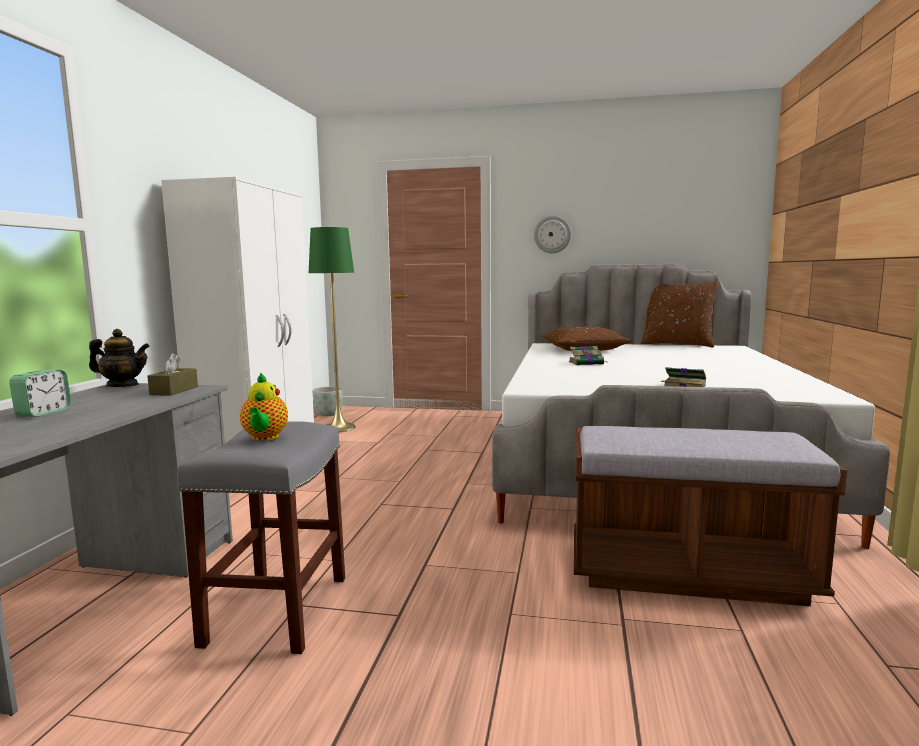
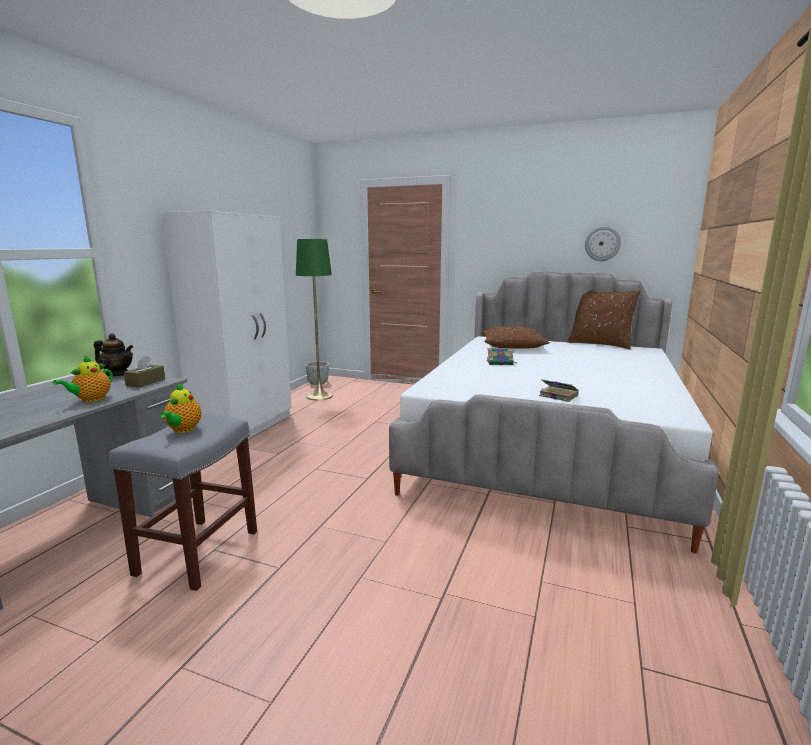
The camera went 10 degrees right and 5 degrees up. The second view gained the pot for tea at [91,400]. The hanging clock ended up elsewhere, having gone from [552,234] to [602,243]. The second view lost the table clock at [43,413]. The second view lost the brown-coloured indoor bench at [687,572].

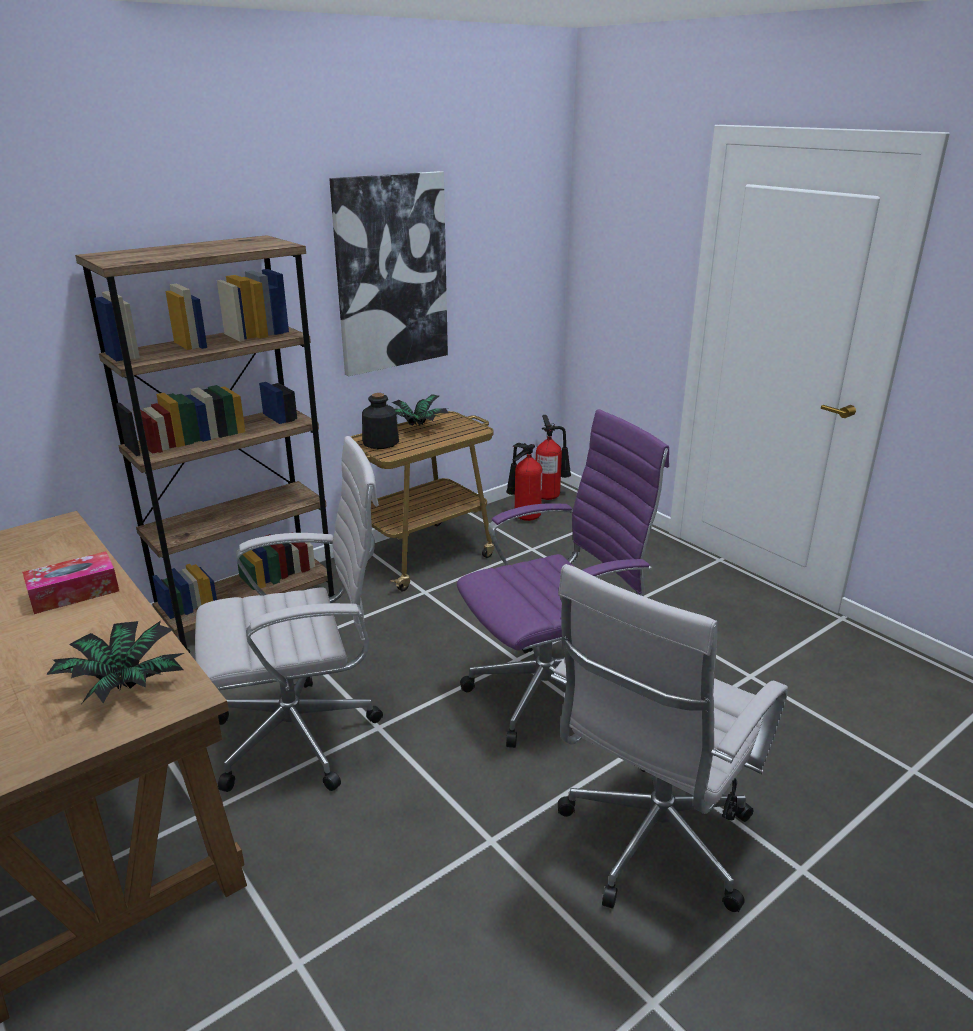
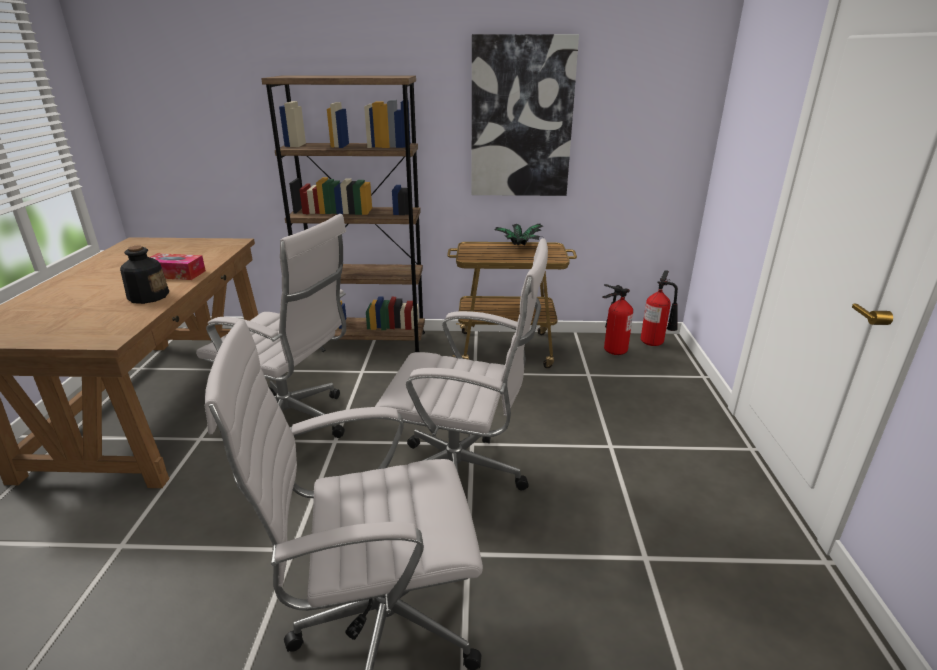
The camera went 40 degrees right and 0 degrees up. The beverage bottle ended up elsewhere, having gone from [380,442] to [148,296]. What was the purple computer chair at [552,694] turned into the whitish computer chair at [462,479]. The second view lost the potted plant at [122,685].

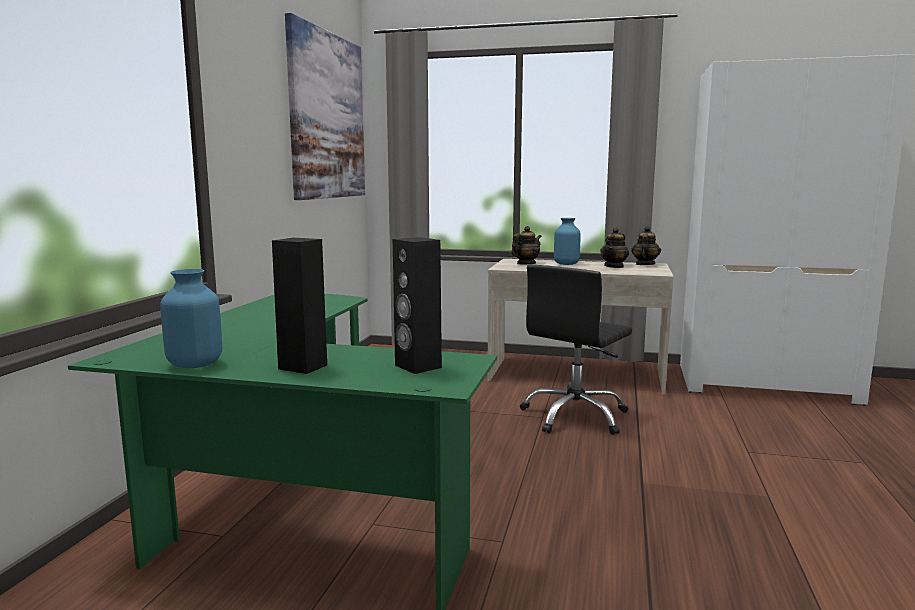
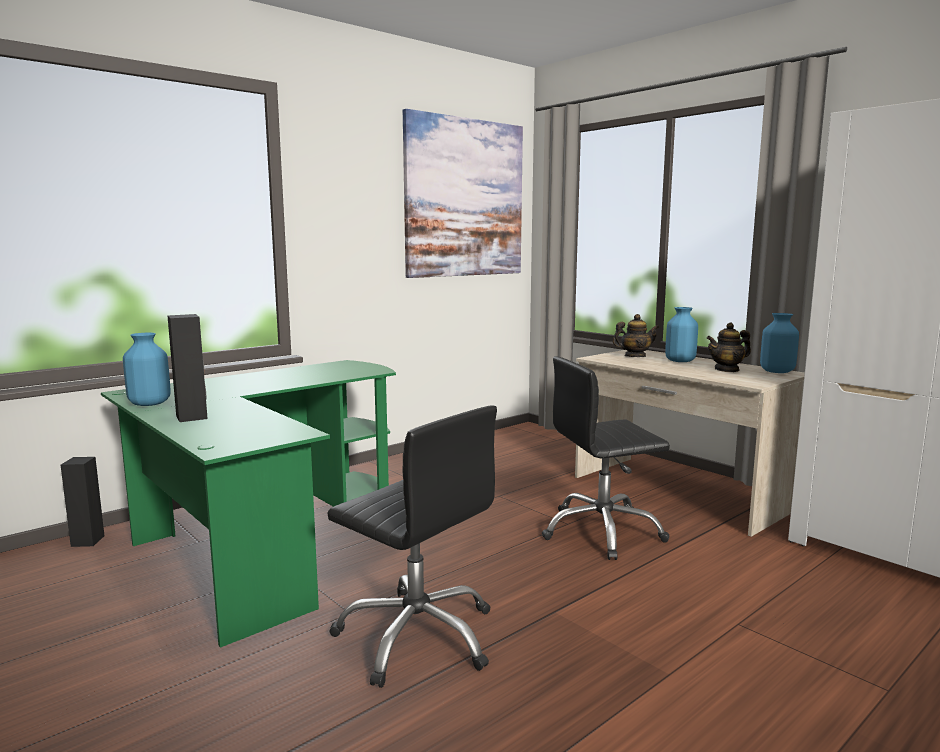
The camera went 35 degrees right and 0 degrees up. The black-coloured speaker ended up elsewhere, having gone from [417,366] to [87,541]. The second view gained the black-coloured computer chair at [417,636]. Where the pot for tea stood at [644,264], the blue decorative vase came to stand at [776,371].

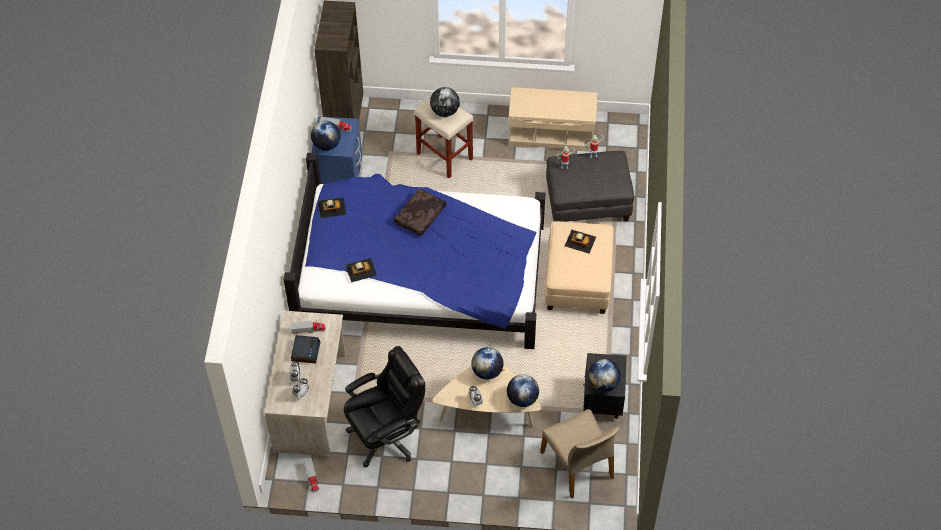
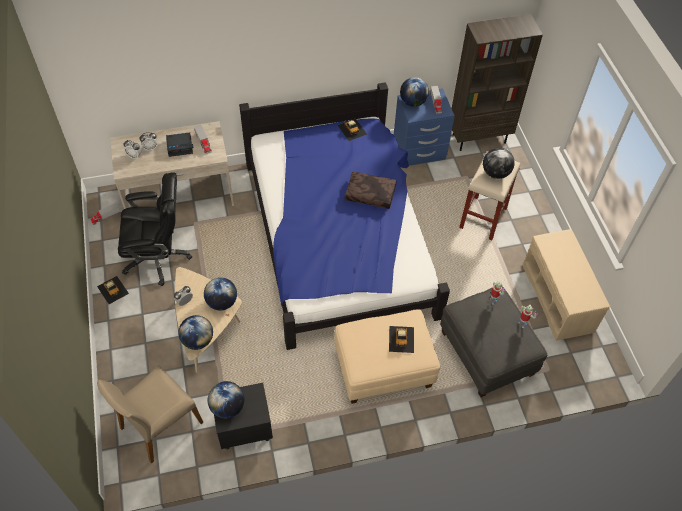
The camera went 70 degrees right and 0 degrees up. The toy car ended up elsewhere, having gone from [360,270] to [113,289]. The black-coloured computer chair at [386,435] ended up facing another way, 45 degrees counterclockwise from before.

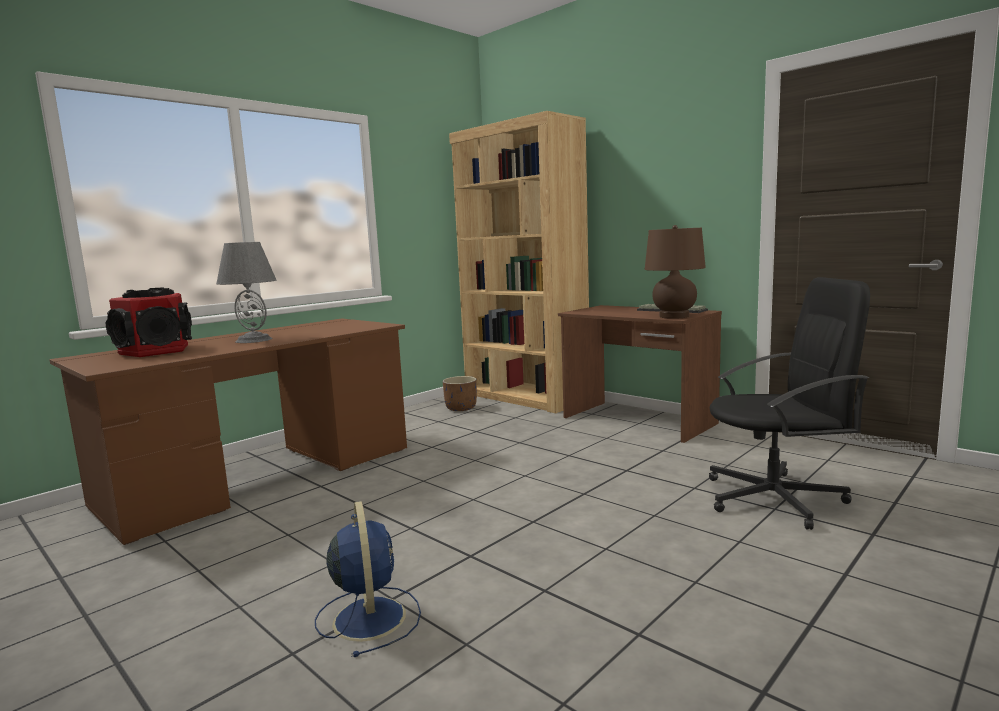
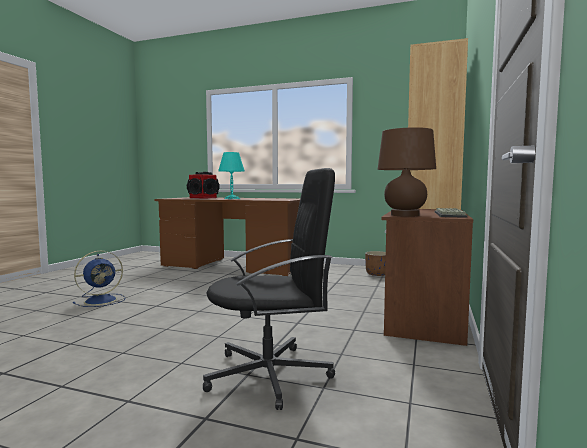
The camera went 65 degrees right and 5 degrees down. The black-coloured computer chair at [775,498] ended up facing another way, 75 degrees counterclockwise from before. What was the grey table lamp at [253,340] turned into the turquoise-coloured table lamp at [231,198].

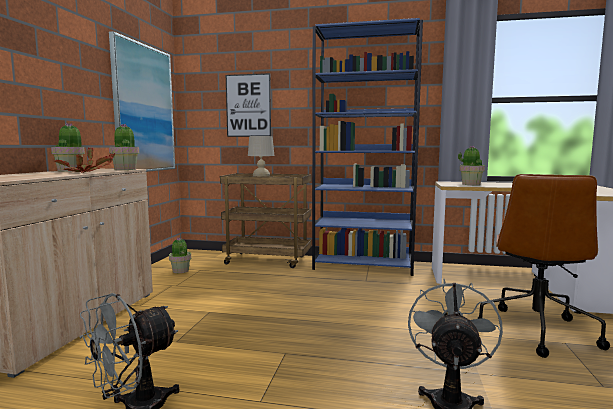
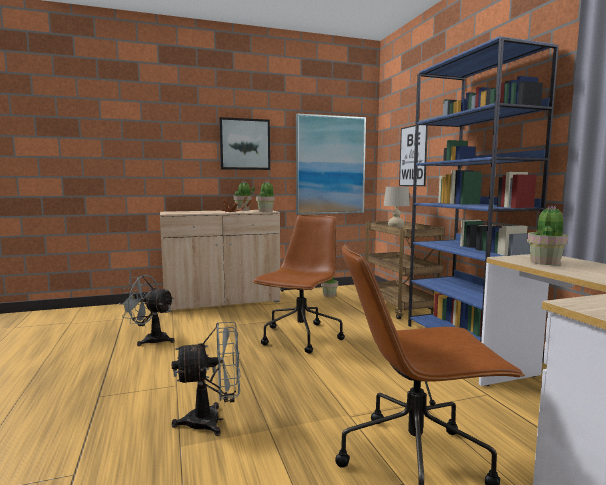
The camera went 60 degrees right and 0 degrees up. The second view gained the picture at [245,144]. The second view gained the brown-coloured computer chair at [300,338].

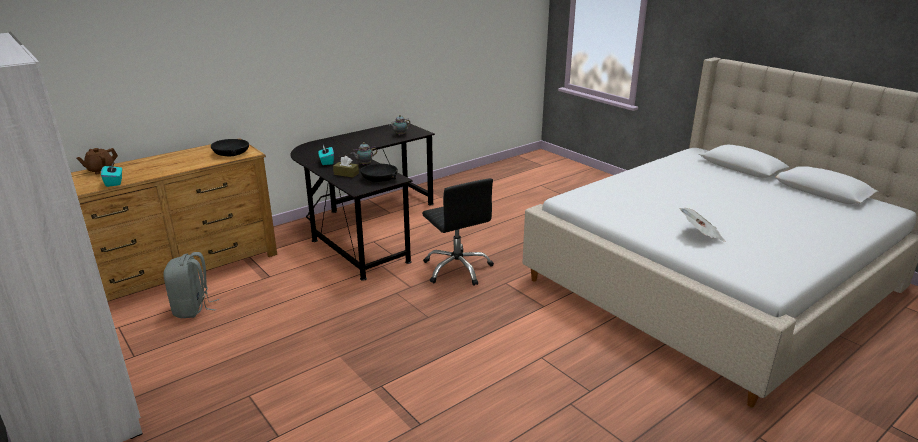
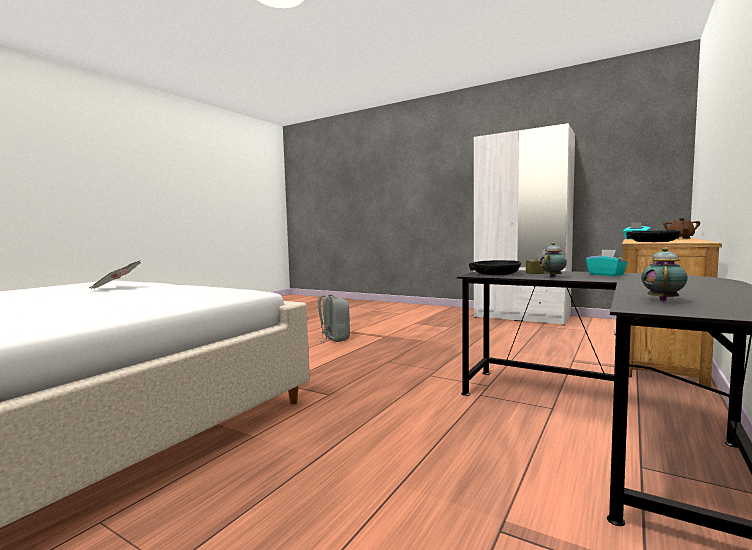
The camera went 160 degrees right and 20 degrees down. The grey knapsack ended up elsewhere, having gone from [193,308] to [334,339]. The second view lost the black-coloured computer chair at [457,269].

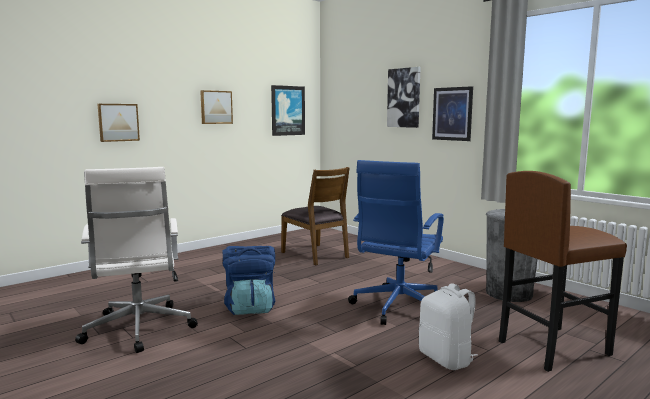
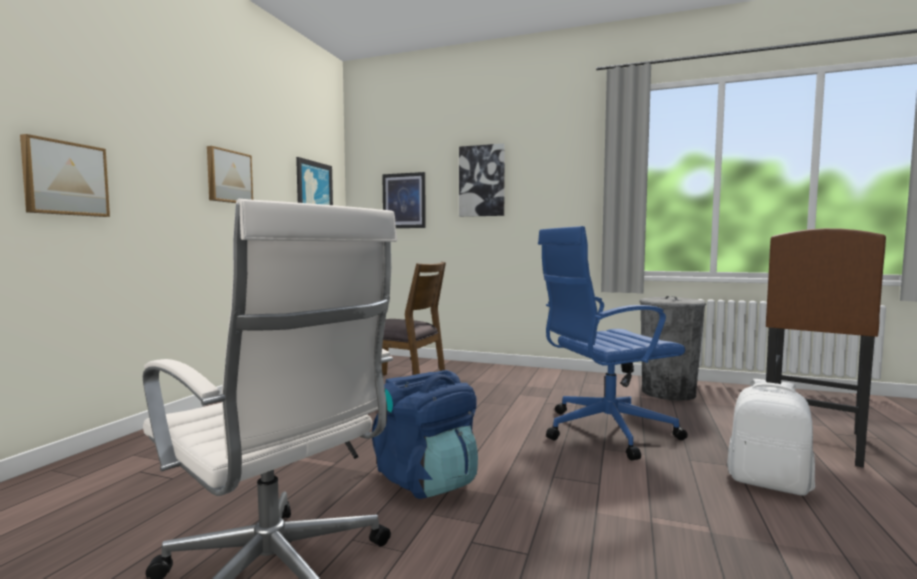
The camera went 30 degrees left and 5 degrees down. The picture ended up elsewhere, having gone from [452,114] to [404,201]. The blue computer chair at [397,307] ended up facing another way, 75 degrees clockwise from before.

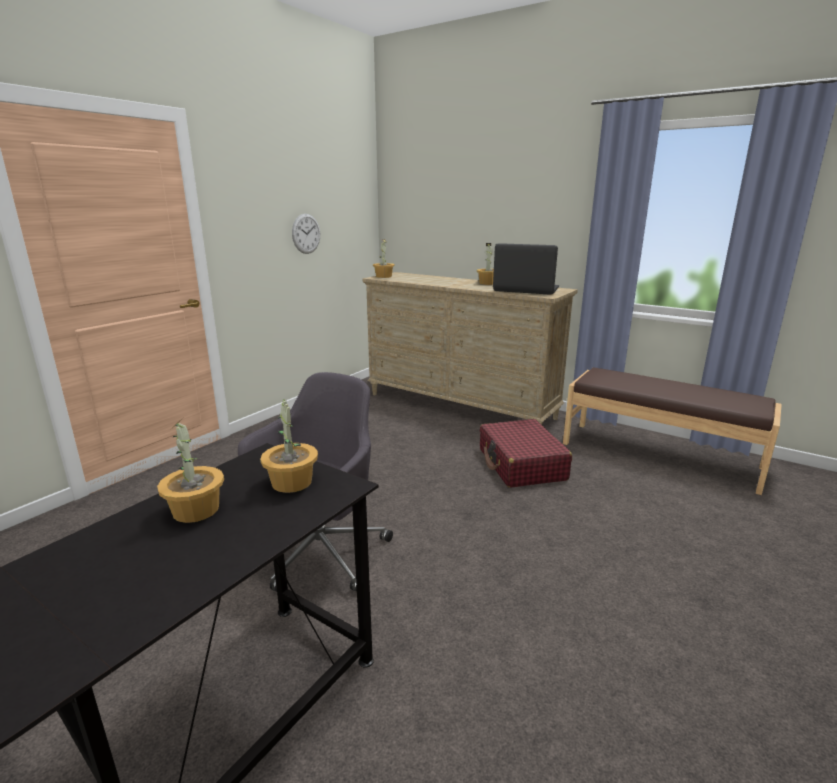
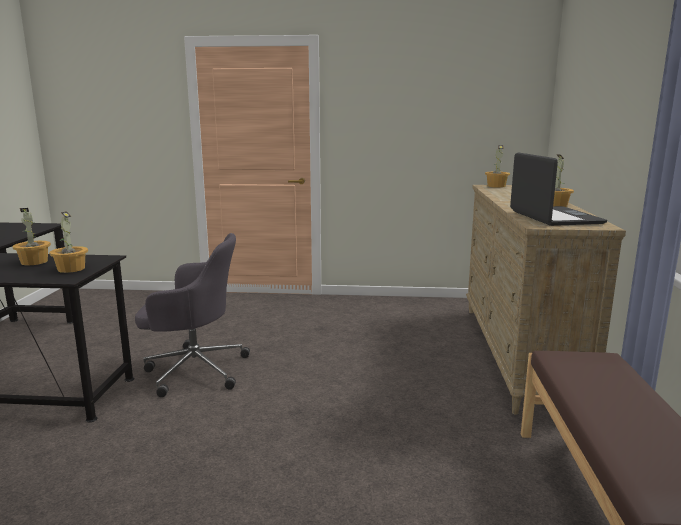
The camera went 60 degrees right and 5 degrees down. The second view lost the hanging clock at [306,233]. The second view lost the reddish travel case at [521,464].

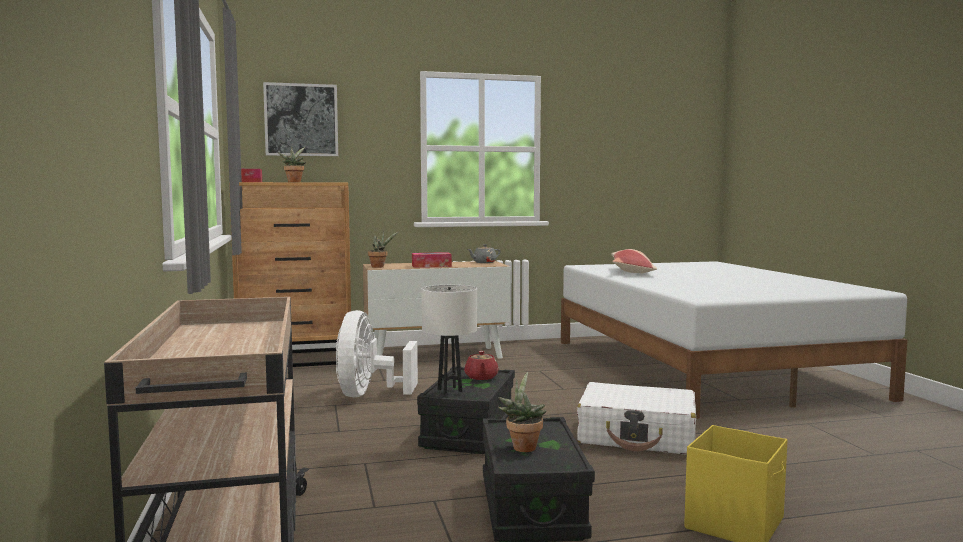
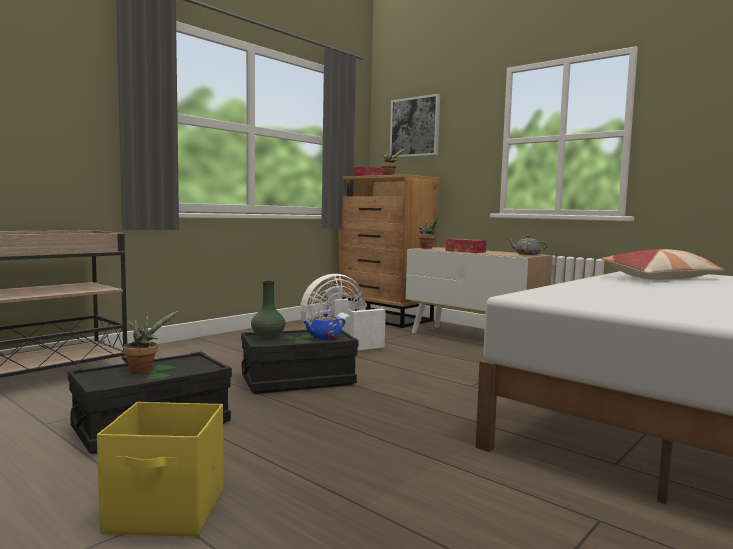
The camera went 55 degrees right and 0 degrees up. Where the whitish table lamp stood at [450,390], the green-coloured decorative vase came to stand at [268,336]. What was the reddish pot for tea at [481,377] turned into the blue pot for tea at [324,337]. The second view lost the whitish travel case at [637,436].

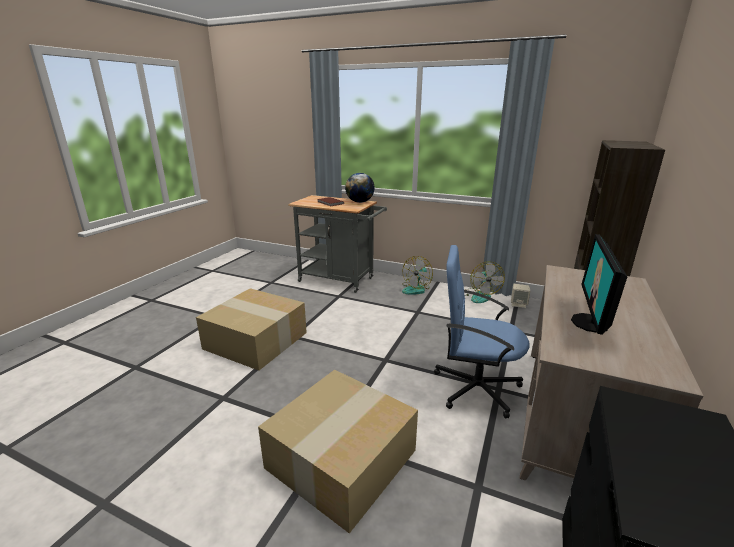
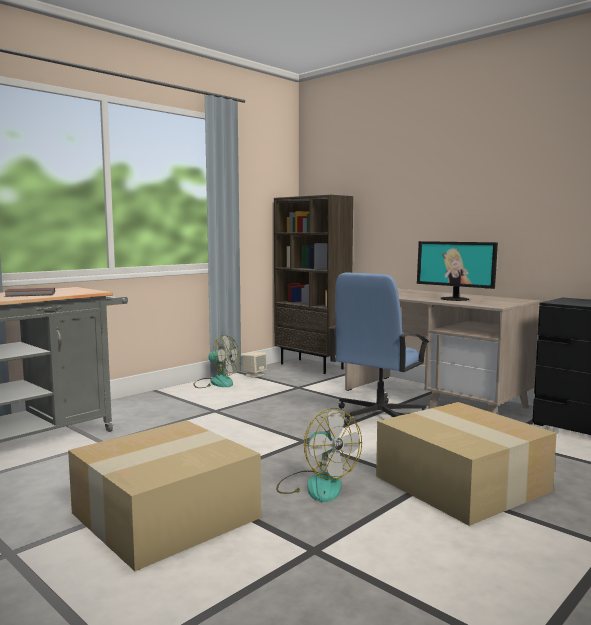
The camera went 70 degrees left and 15 degrees down. The cooling fan ended up elsewhere, having gone from [416,289] to [316,485]. The second view lost the world globe at [360,202].

